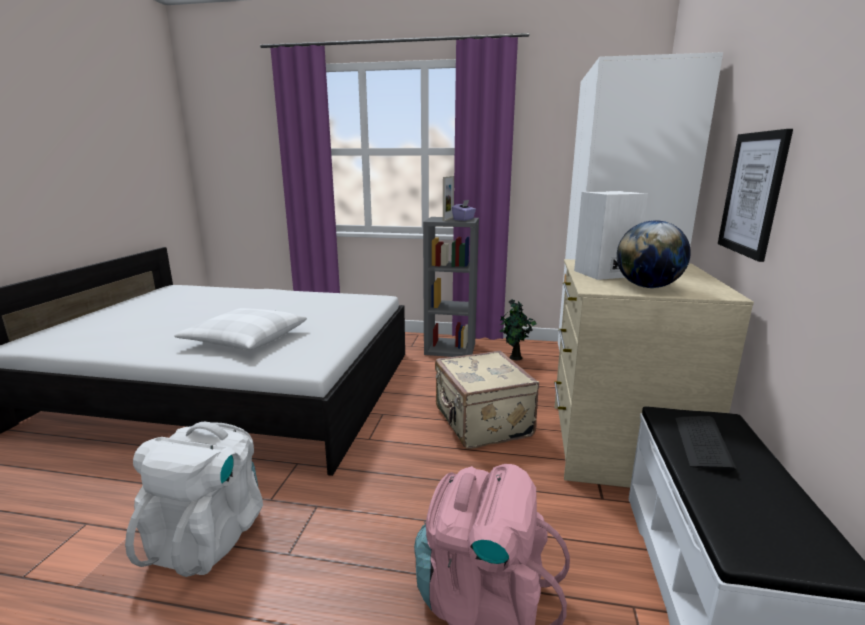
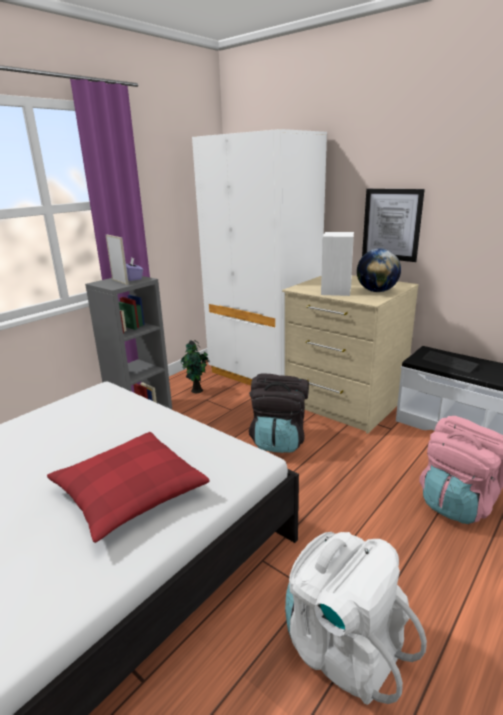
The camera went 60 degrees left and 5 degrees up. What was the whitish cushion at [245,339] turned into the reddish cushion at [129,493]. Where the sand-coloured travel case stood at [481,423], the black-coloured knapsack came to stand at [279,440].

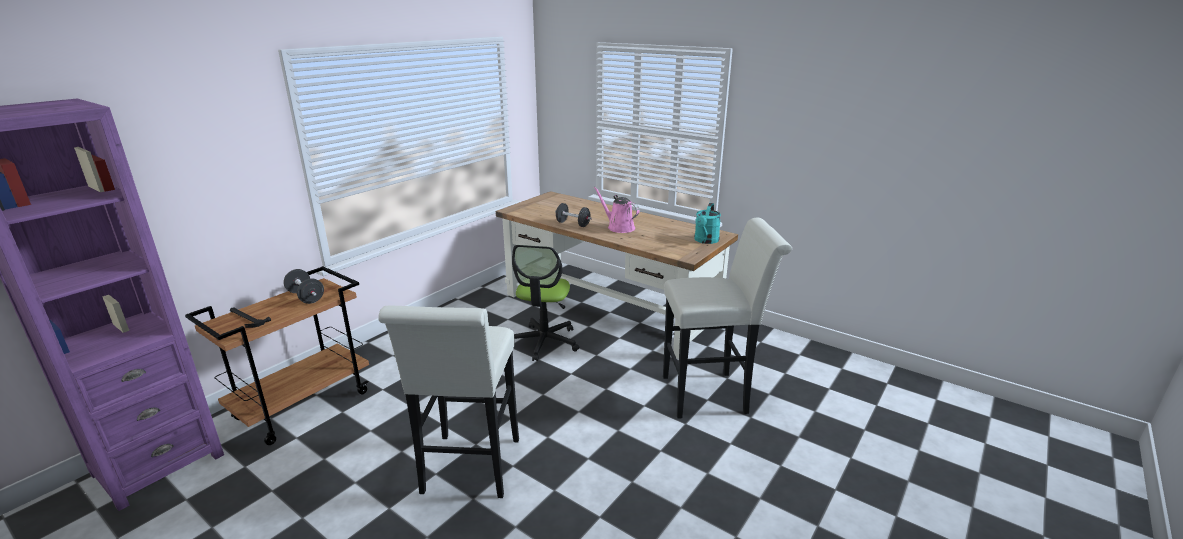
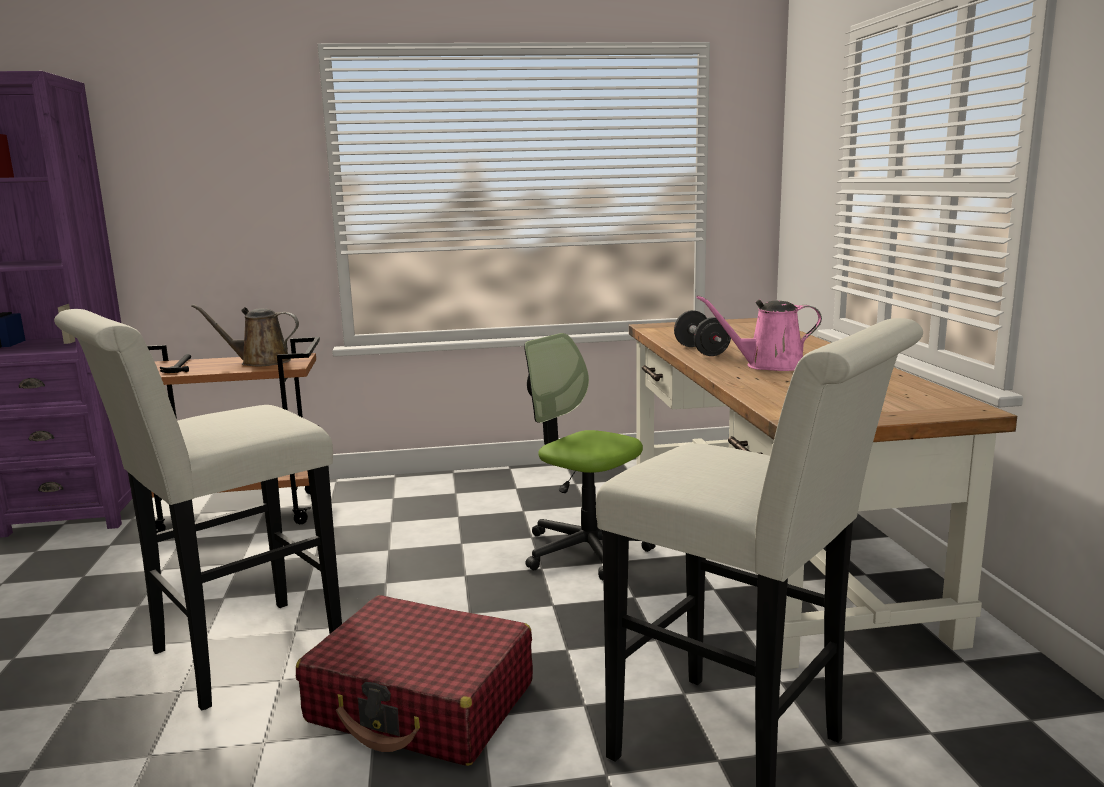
The camera went 45 degrees right and 10 degrees down. Where the black-coloured hand weight stood at [306,297], the brown-coloured watering pot came to stand at [260,362]. The second view gained the reddish travel case at [422,703]. The computer chair at [544,342] ended up facing another way, 75 degrees clockwise from before. The pink watering pot at [619,227] ended up facing another way, 90 degrees counterclockwise from before. The second view lost the turquoise-coloured watering pot at [705,241].

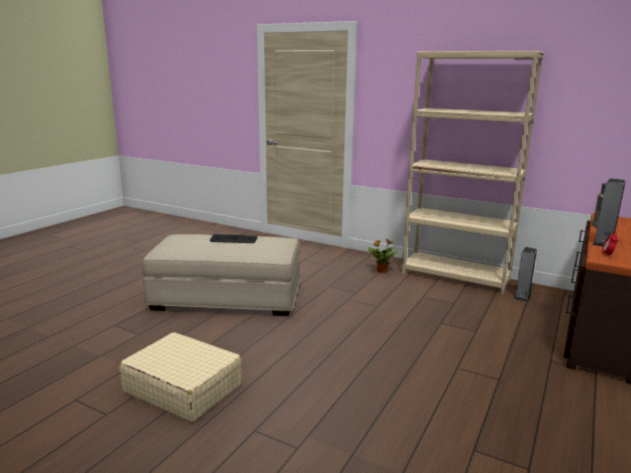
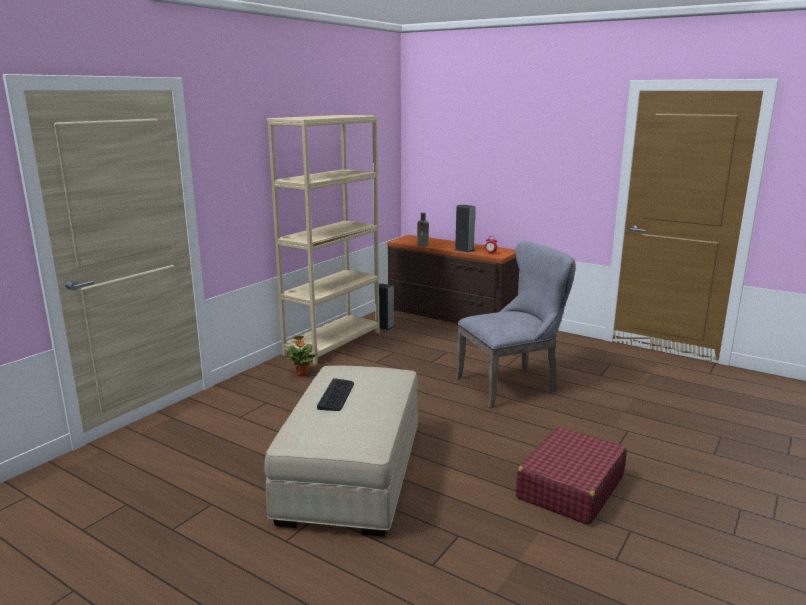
The camera went 85 degrees left and 0 degrees up. The second view gained the grey upright chair at [512,384]. What was the sand-coloured travel case at [183,388] turned into the reddish travel case at [570,488].

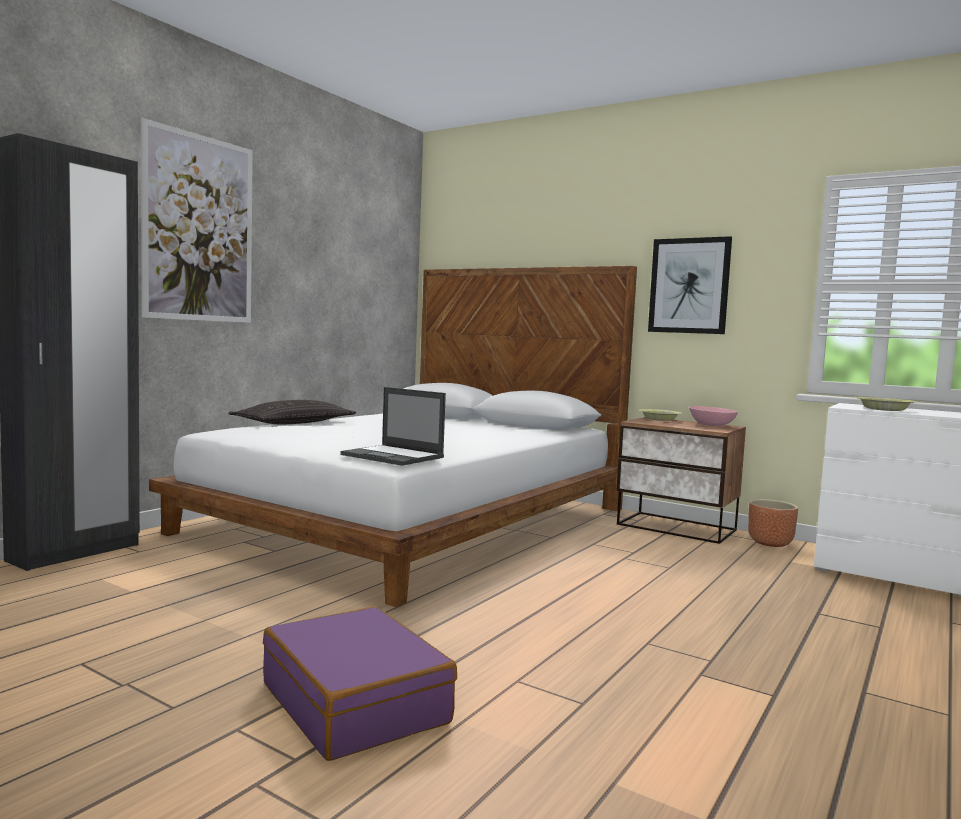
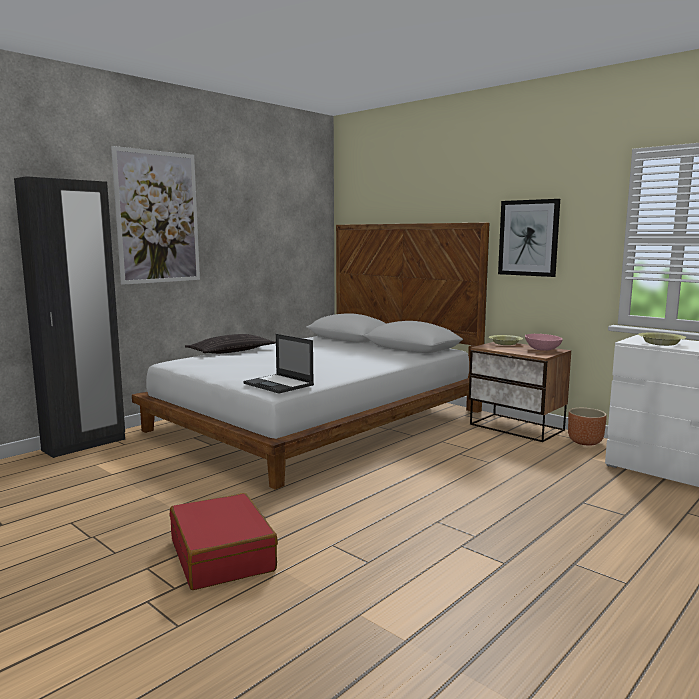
The camera went 10 degrees right and 5 degrees up. What was the purple travel case at [356,703] turned into the reddish travel case at [223,555].

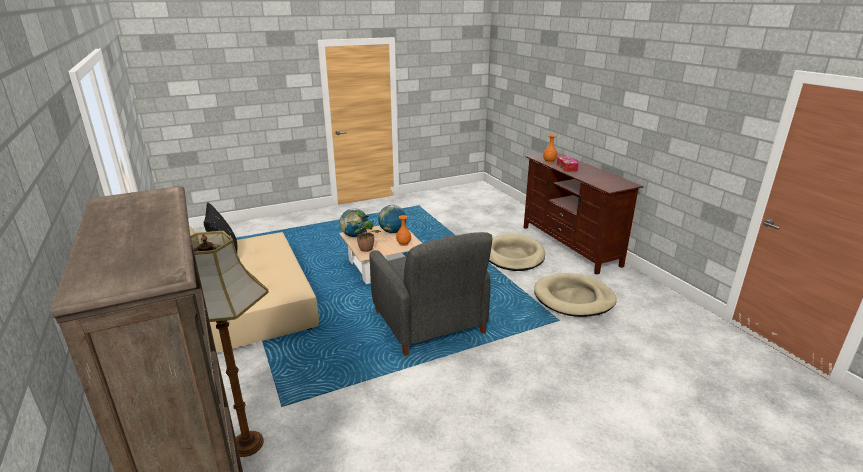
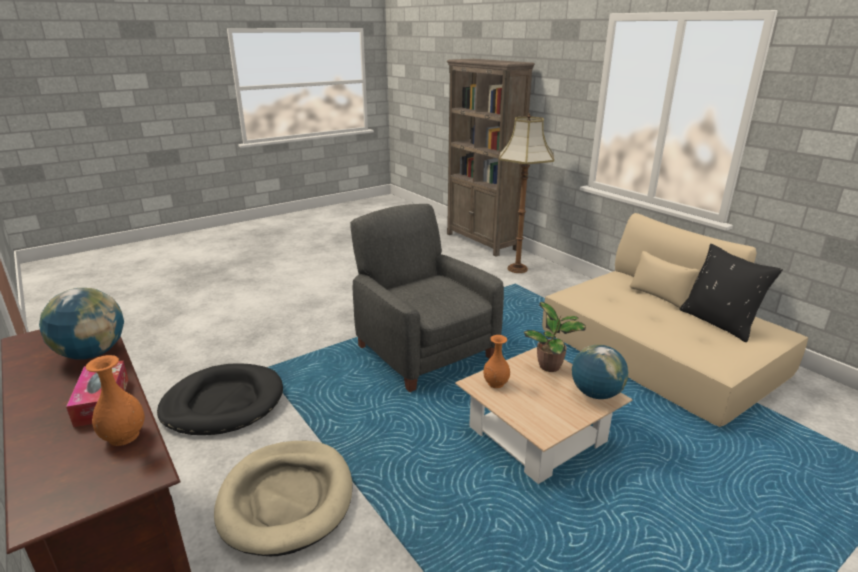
The camera went 170 degrees right and 0 degrees up. The world globe ended up elsewhere, having gone from [392,231] to [92,353]. What was the sand-coloured dog bed at [574,298] turned into the black-coloured dog bed at [223,403].

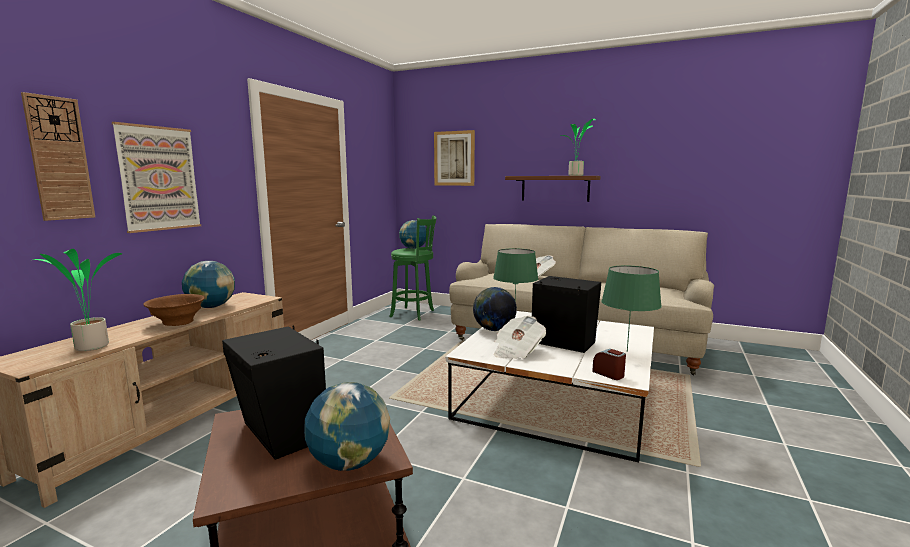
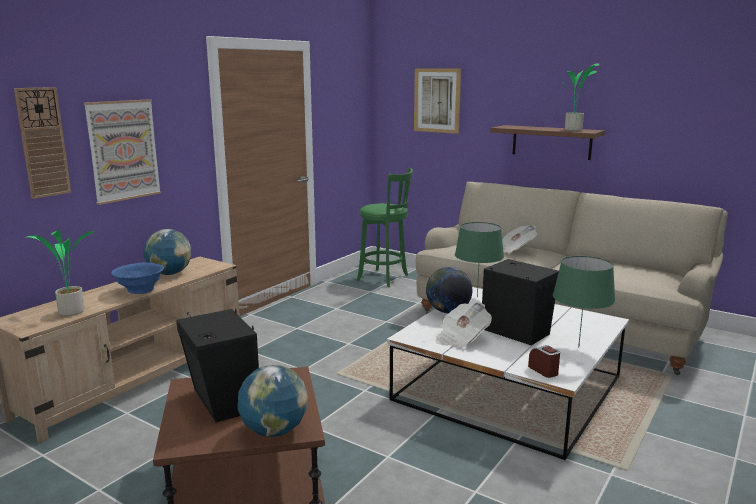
The camera went 10 degrees right and 5 degrees up. What was the brown-coloured serving bowl at [177,323] turned into the blue serving bowl at [140,290]. The second view lost the world globe at [413,248].

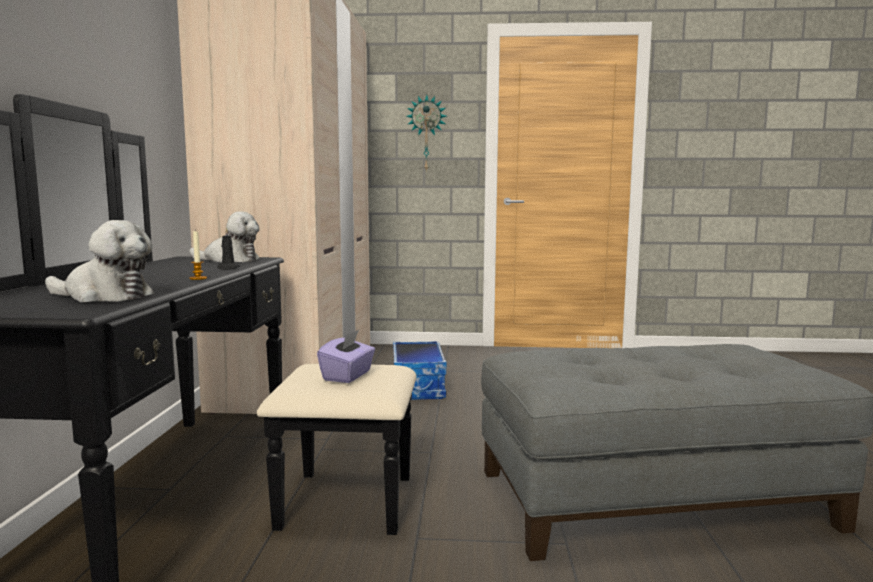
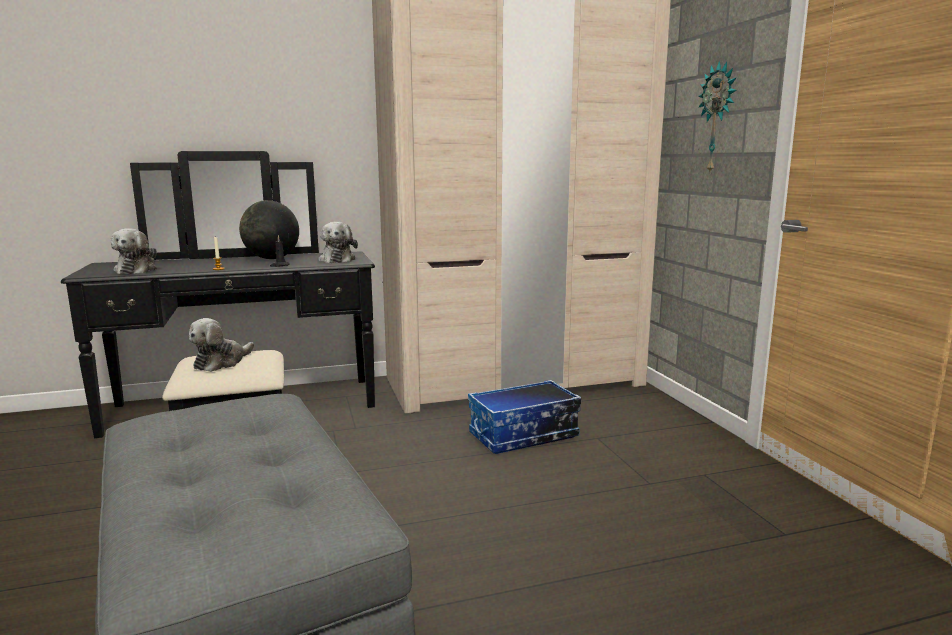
The camera went 70 degrees right and 5 degrees up. Where the purple box of tissues stood at [348,376], the plush toy came to stand at [221,362]. The second view gained the world globe at [272,259].

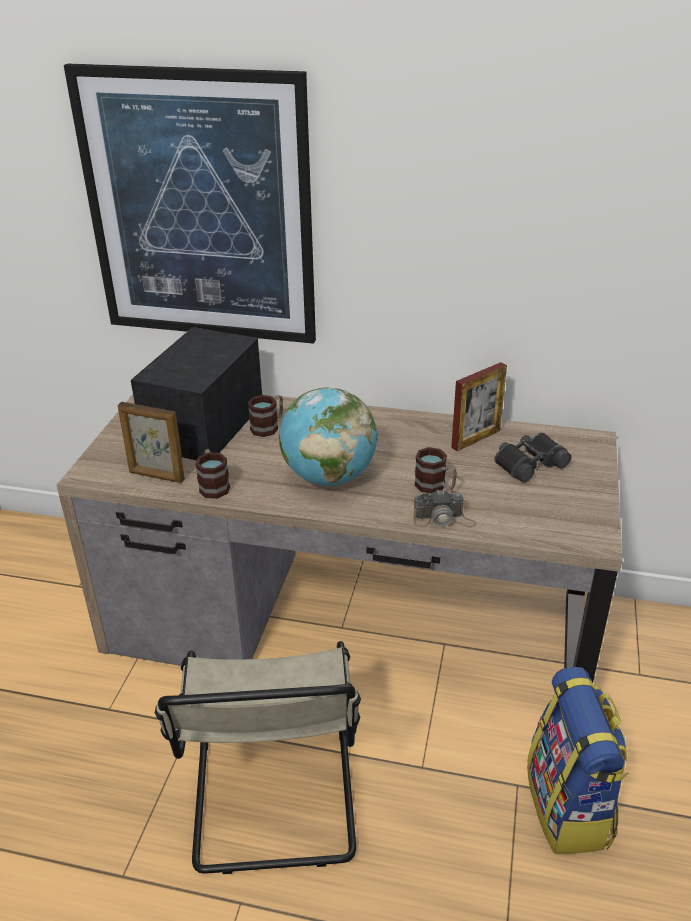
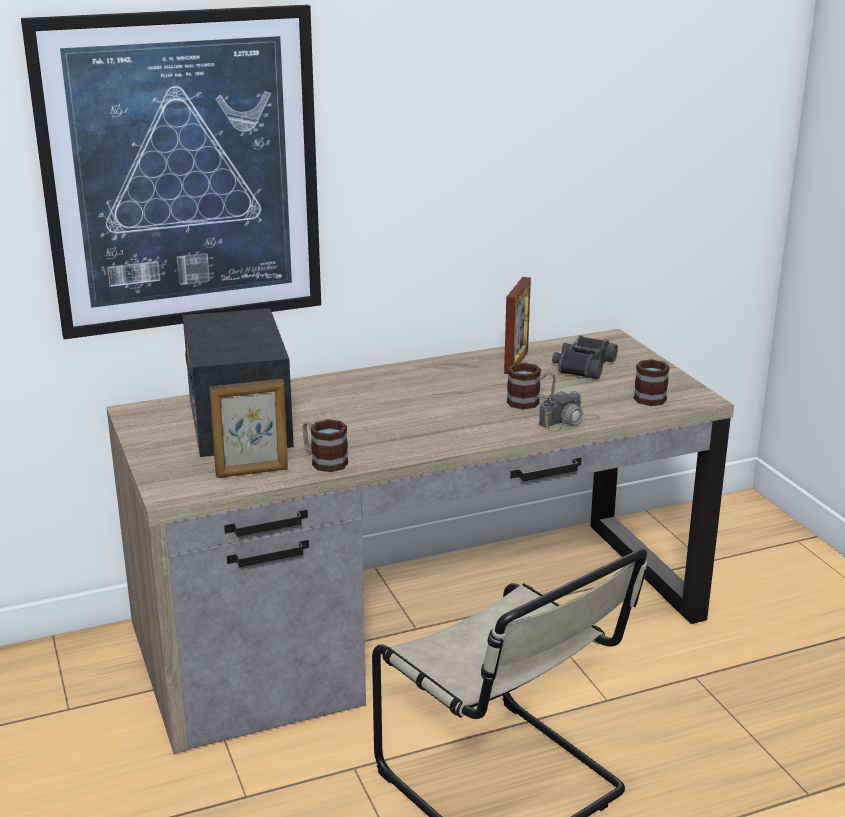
The camera went 35 degrees left and 10 degrees down. The tea mug ended up elsewhere, having gone from [268,426] to [649,396]. The second view lost the world globe at [329,477]. The second view lost the knapsack at [569,807].

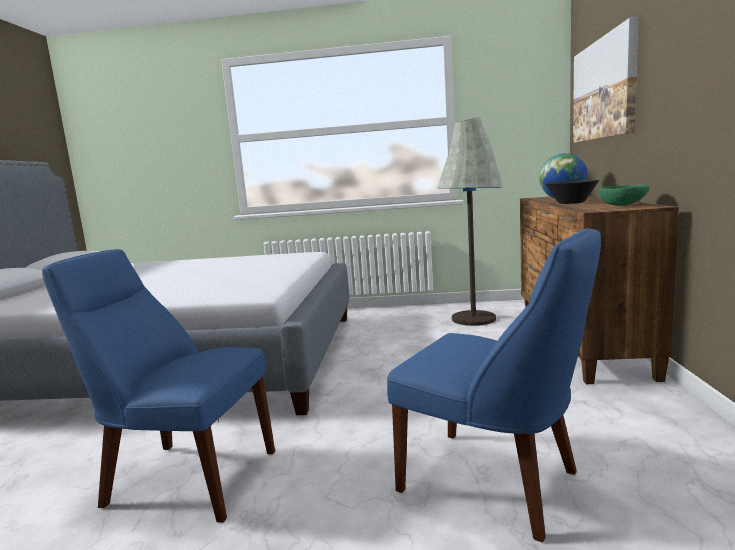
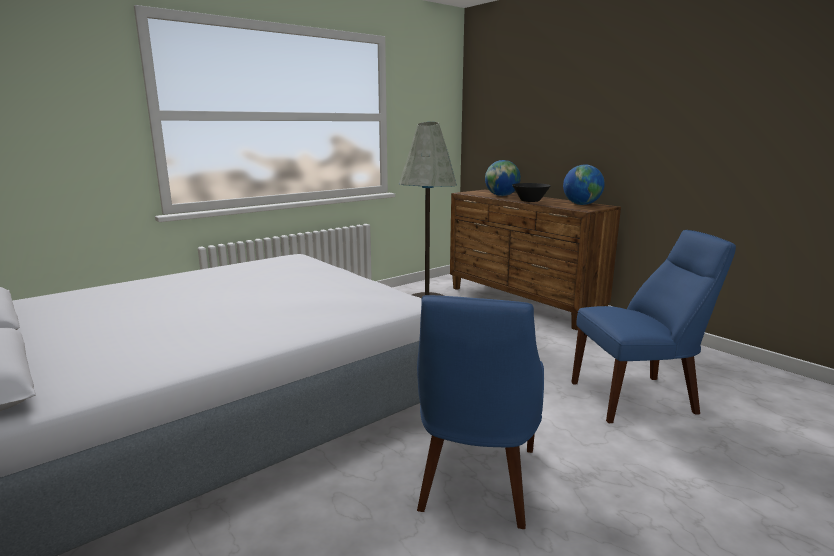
The camera went 45 degrees left and 5 degrees up. The blue upright chair at [185,477] ended up facing another way, 45 degrees counterclockwise from before. Where the green-coloured serving bowl stood at [623,205], the world globe came to stand at [581,204]. The second view lost the picture at [604,89].

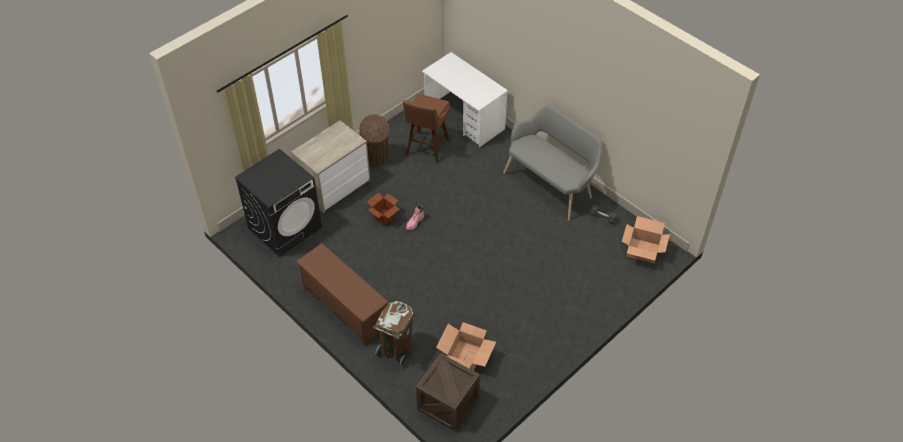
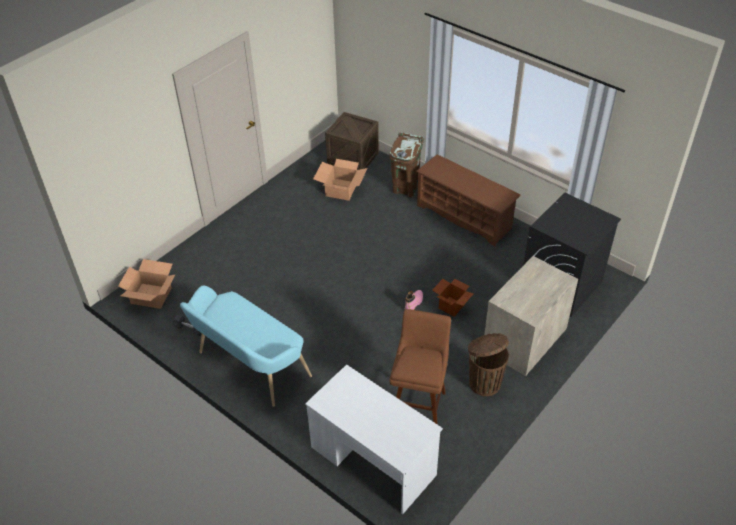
The camera went 175 degrees right and 5 degrees down. What was the grey indoor bench at [551,184] turned into the turquoise-coloured indoor bench at [249,366].

